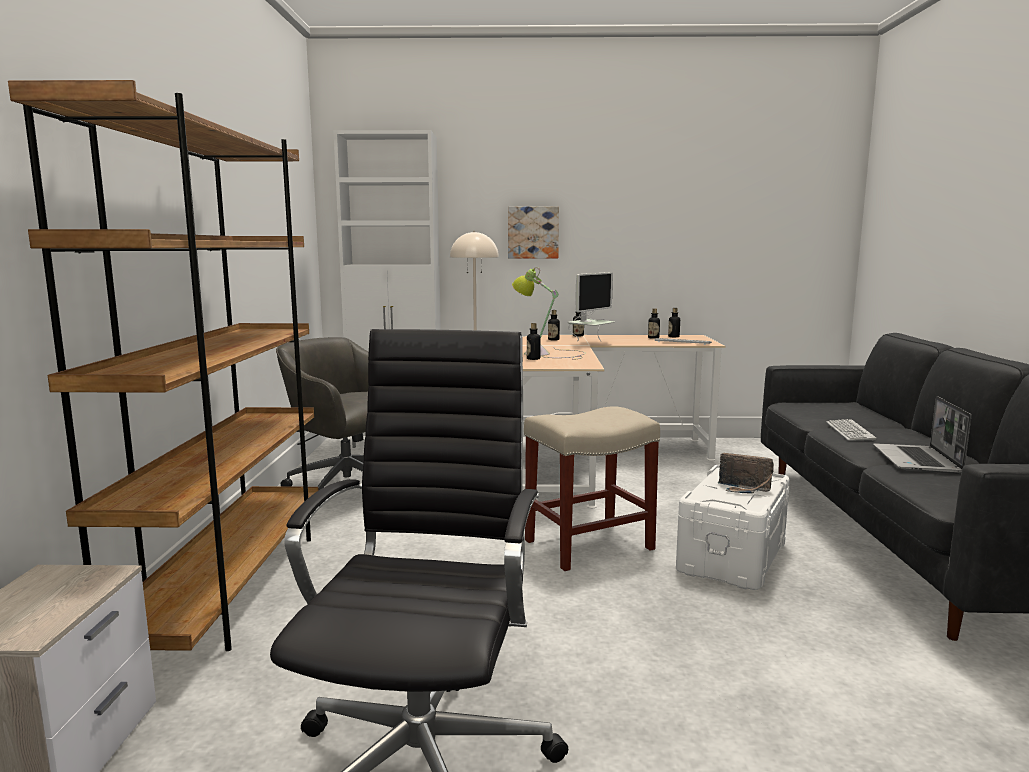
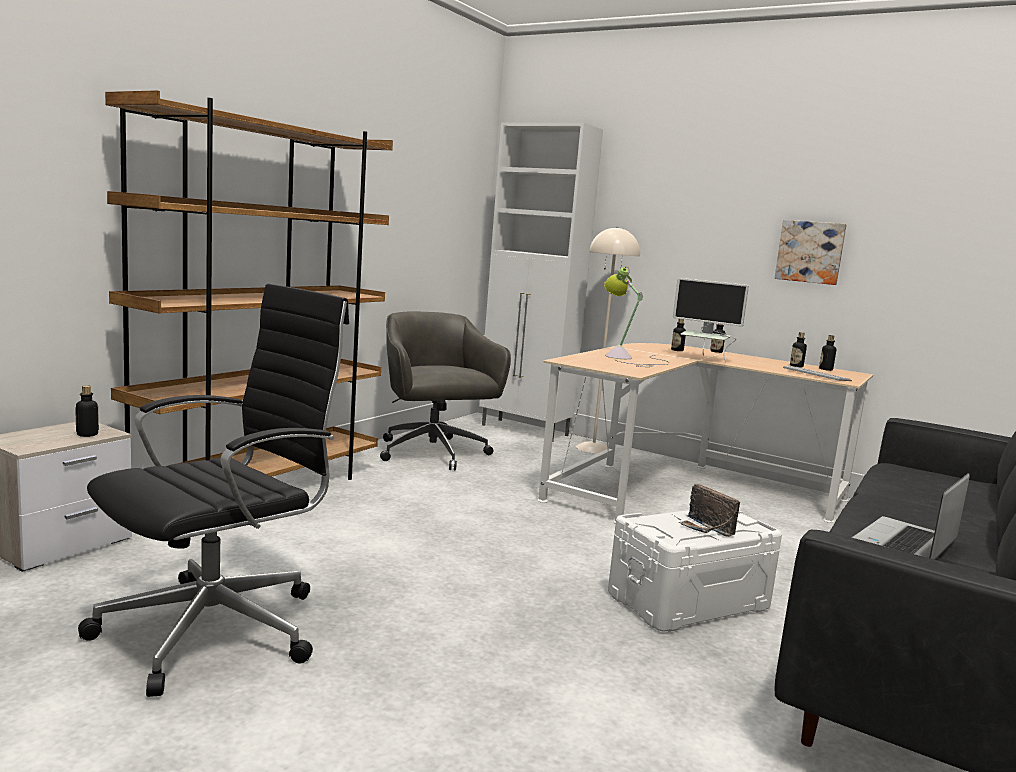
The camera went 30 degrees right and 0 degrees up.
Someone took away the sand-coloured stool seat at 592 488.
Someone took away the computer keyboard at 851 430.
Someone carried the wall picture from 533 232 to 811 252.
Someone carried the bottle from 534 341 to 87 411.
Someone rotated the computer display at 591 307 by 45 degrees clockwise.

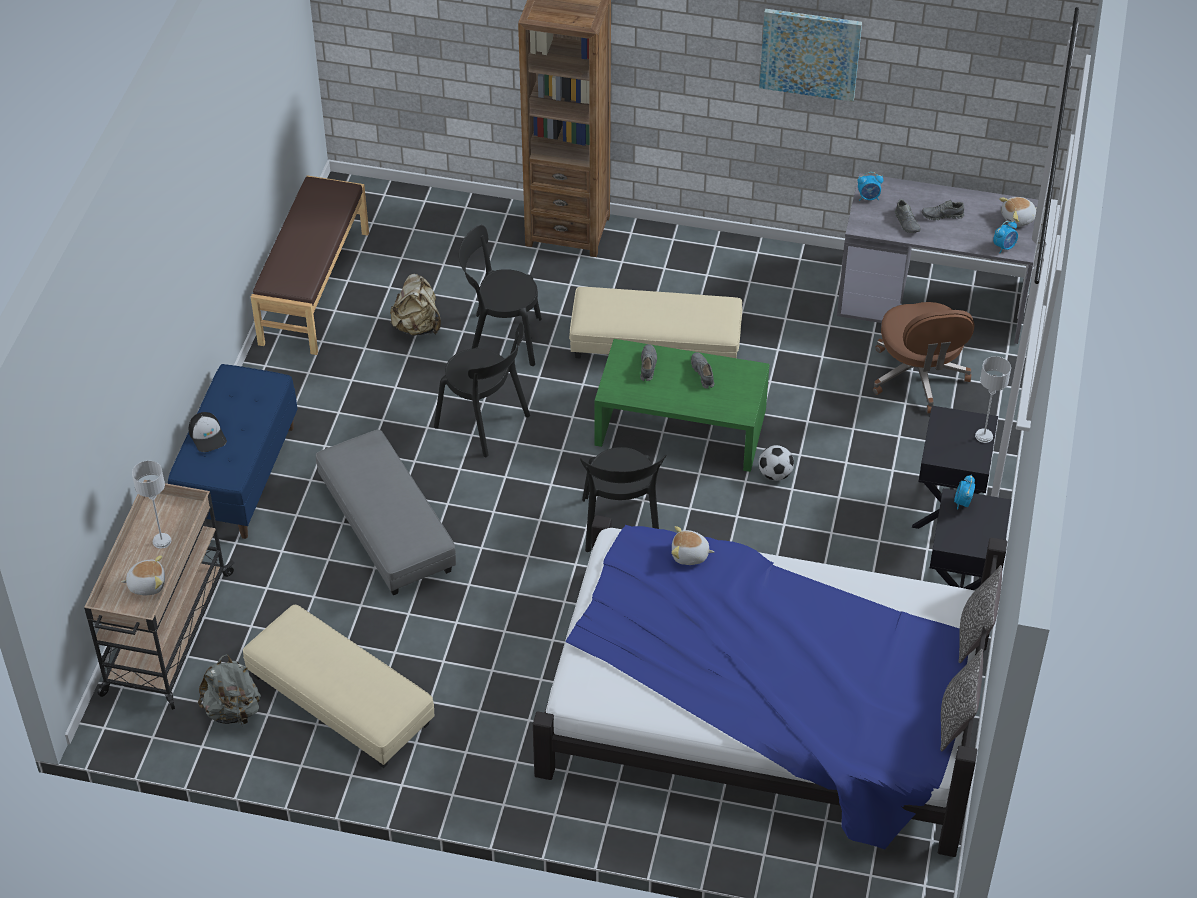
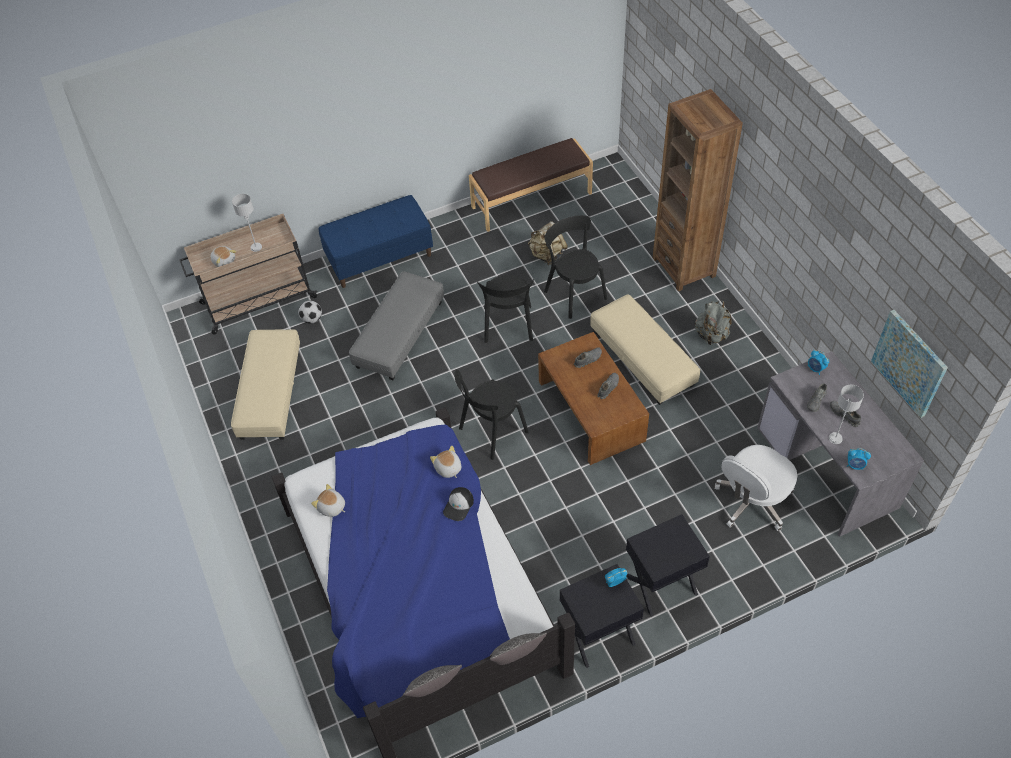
The camera went 55 degrees right and 5 degrees up.
Someone carried the baseball cap from 208 432 to 458 504.
Someone carried the gray knapsack from 229 689 to 713 322.
Someone carried the wall picture from 810 55 to 909 364.
Someone carried the football from 776 463 to 310 312.
Someone carried the gray tabletop lamp from 993 399 to 846 414.
Someone carried the cuddly toy from 1018 212 to 328 500.
Someone repainted the greenish coffee table at 682 405, which became the brown-coloured coffee table at 593 398.
Someone repainted the brown-coloured computer chair at 924 357, which became the whitish computer chair at 755 488.

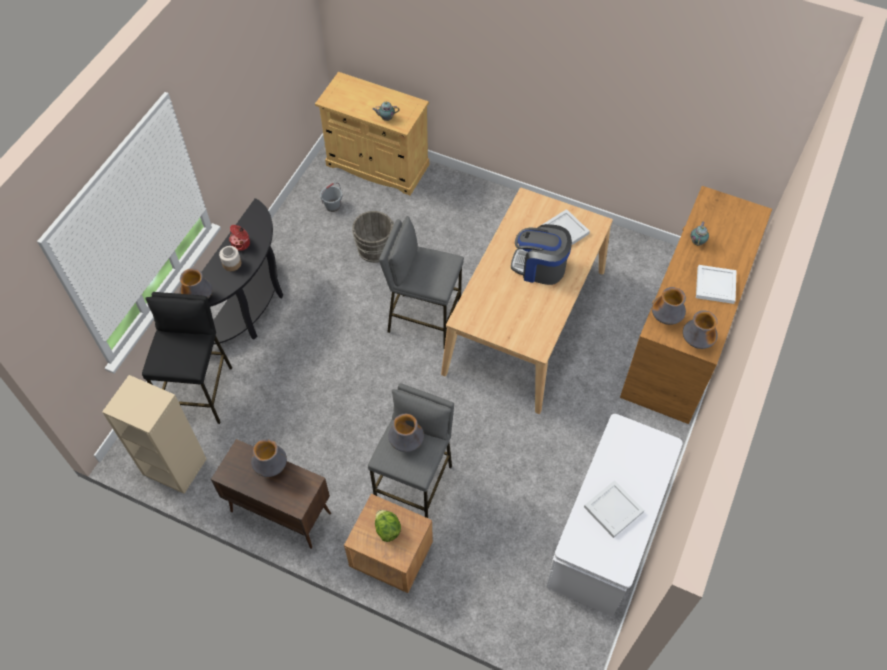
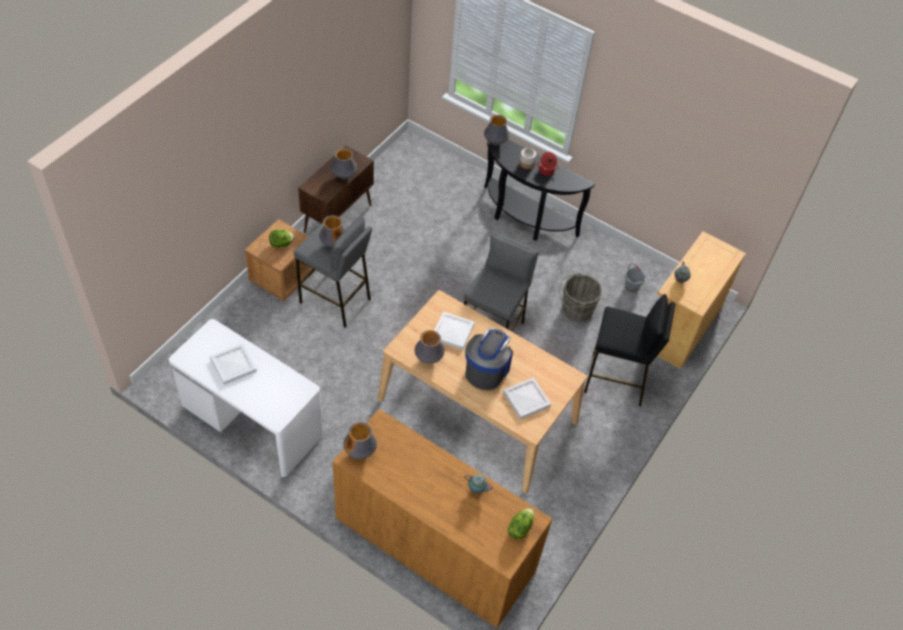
The camera went 95 degrees right and 5 degrees down.
Someone took away the sand-coloured shelving unit at 154 434.
Someone put down the lettuce head at 521 523.
Someone carried the blackish stool seat from 187 358 to 630 350.
Someone carried the decorative vase from 669 306 to 430 347.
Someone carried the whitish carrying tray from 716 284 to 454 330.

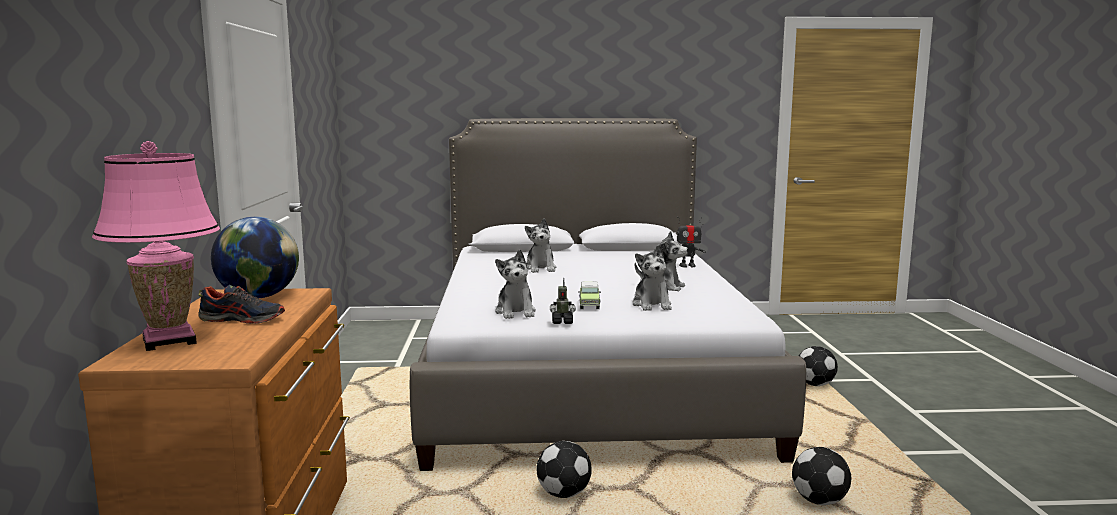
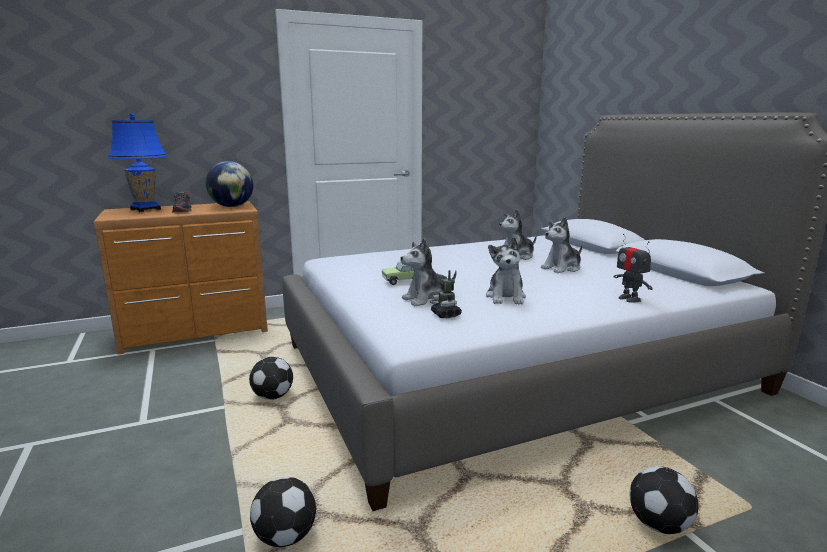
The camera went 70 degrees right and 5 degrees up.
Someone carried the cuddly toy from 515 284 to 562 245.
Someone carried the robot figure from 563 301 to 446 294.
Someone repainted the pinkish tabletop lamp at 156 246, which became the blue-coloured tabletop lamp at 137 162.

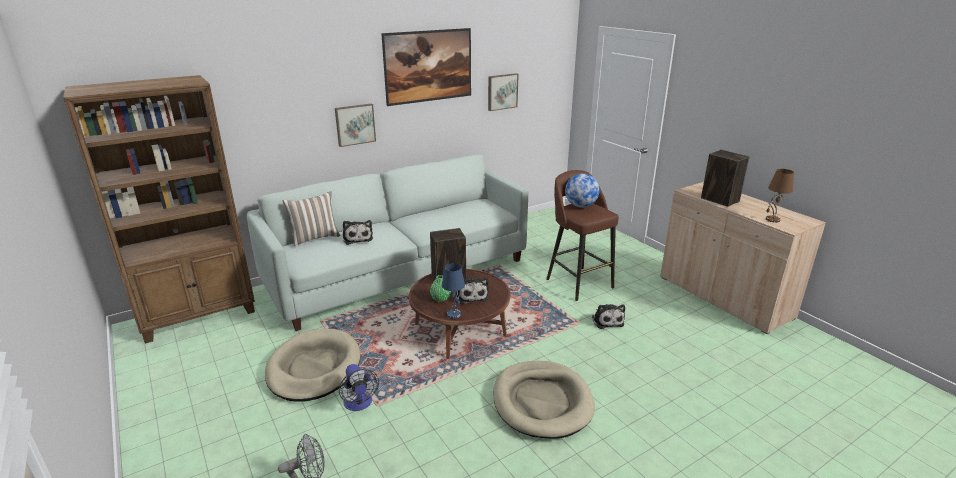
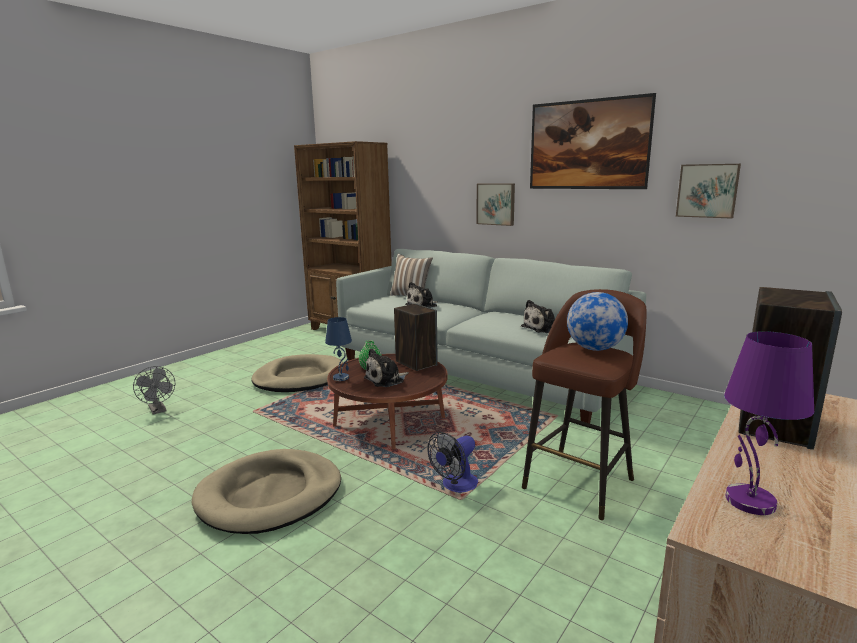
The camera went 70 degrees right and 10 degrees down.
Someone carried the electric fan from 359 387 to 452 462.
Someone carried the cuddly toy from 608 316 to 538 316.
Someone repainted the brown-coloured tabletop lamp at 780 196, which became the purplish tabletop lamp at 769 423.

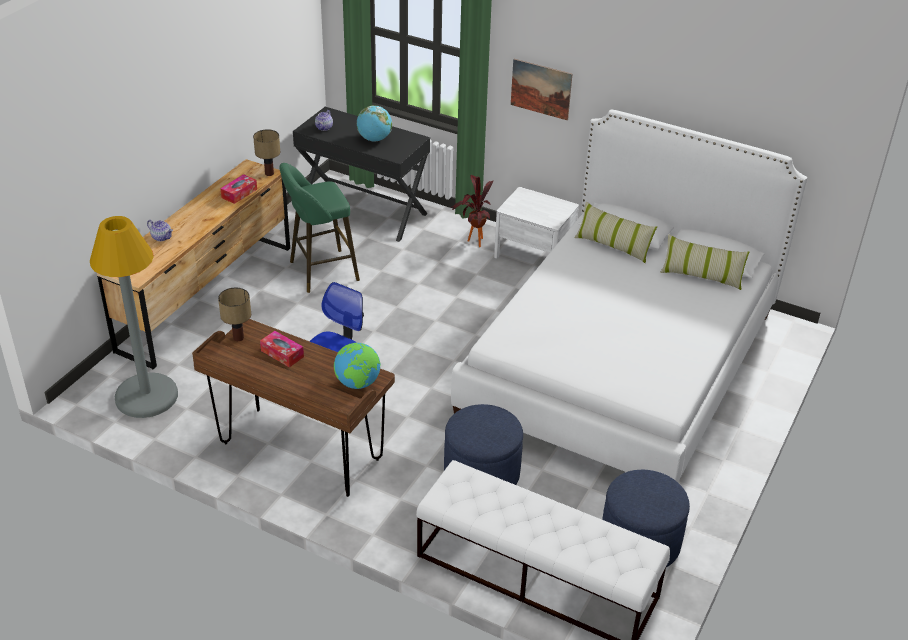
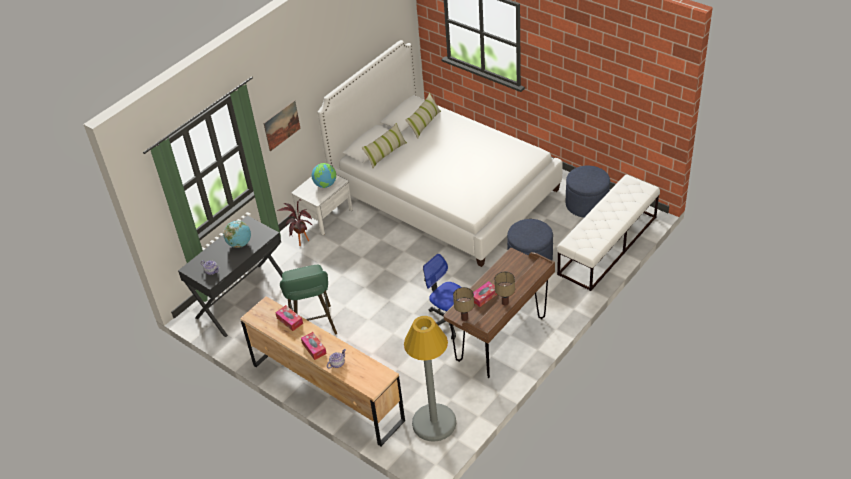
The camera went 75 degrees left and 5 degrees up.
Someone put down the box of tissues at 314 346.
Someone carried the tabletop lamp from 266 152 to 504 288.
Someone carried the globe from 357 366 to 323 175.

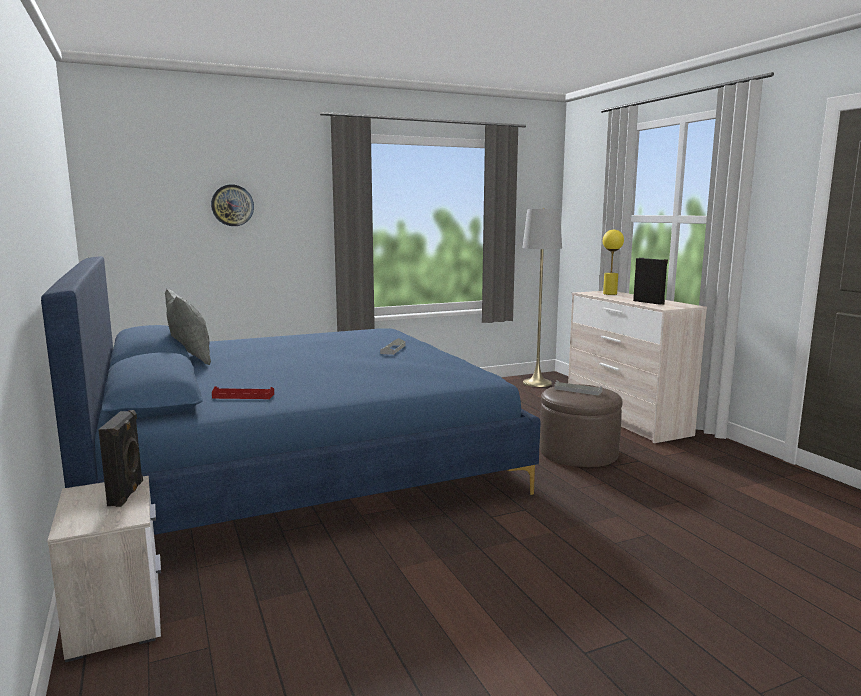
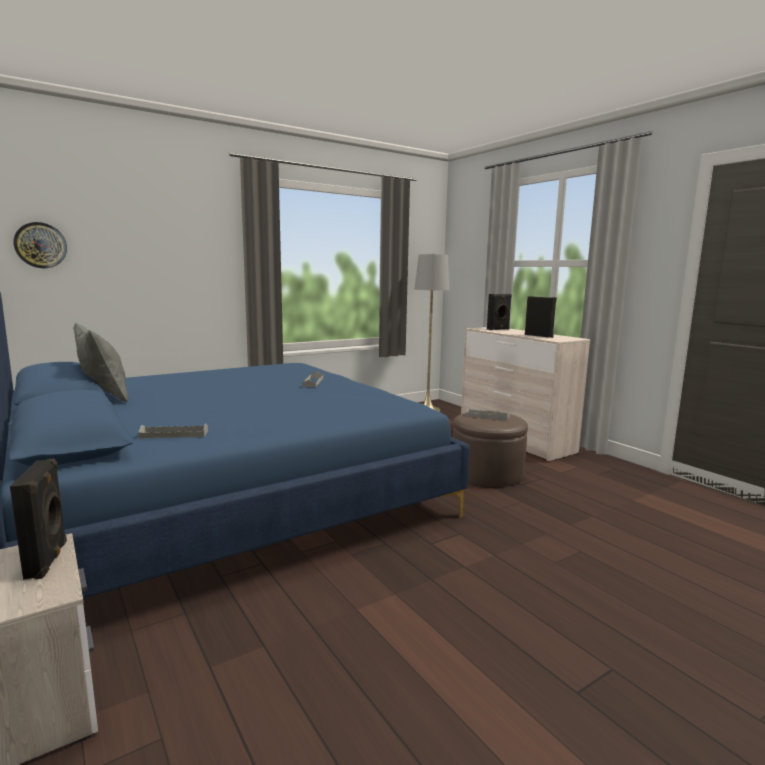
The camera went 10 degrees left and 0 degrees up.
Someone carried the hanging clock from 232 205 to 40 245.
Someone swapped the yellow-coloured tabletop lamp at 613 262 for the blackish loudspeaker at 499 312.
Someone repainted the red-coloured carrying tray at 243 392, which became the gray carrying tray at 173 431.

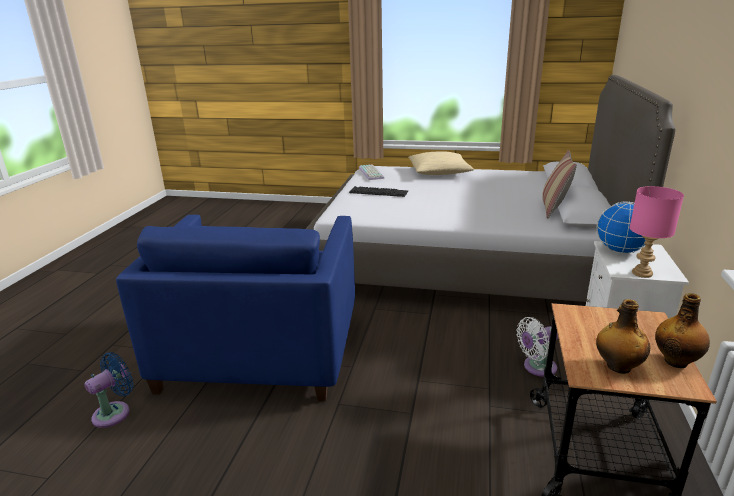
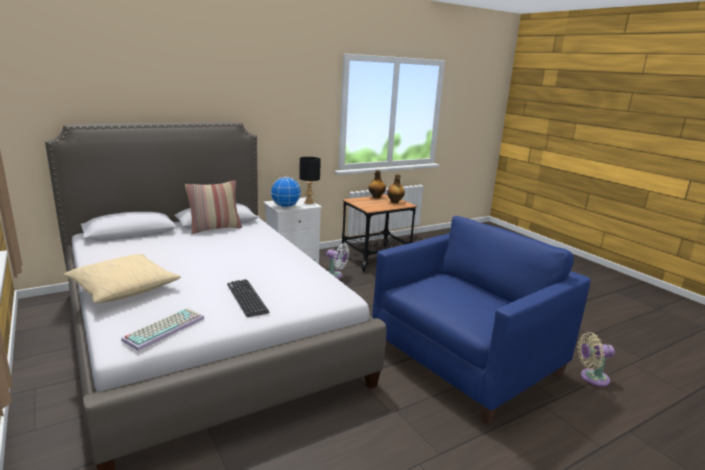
The camera went 135 degrees left and 5 degrees down.
Someone repainted the blue-coloured electric fan at 109 390, which became the sand-coloured electric fan at 596 359.
Someone repainted the pinkish tabletop lamp at 656 232, which became the blackish tabletop lamp at 310 180.

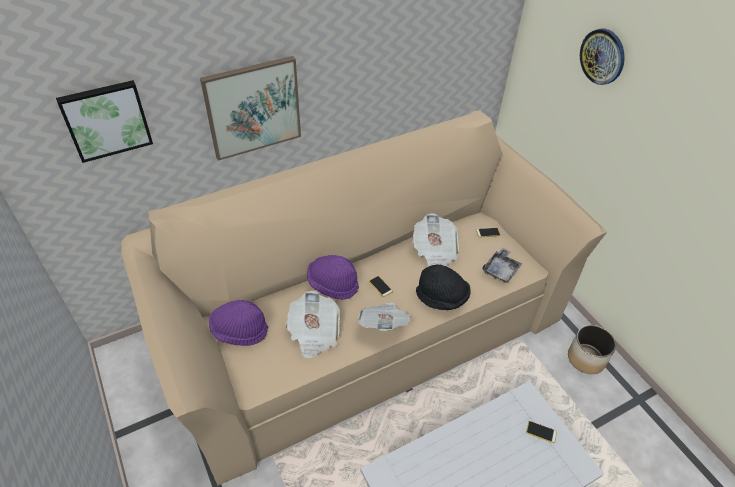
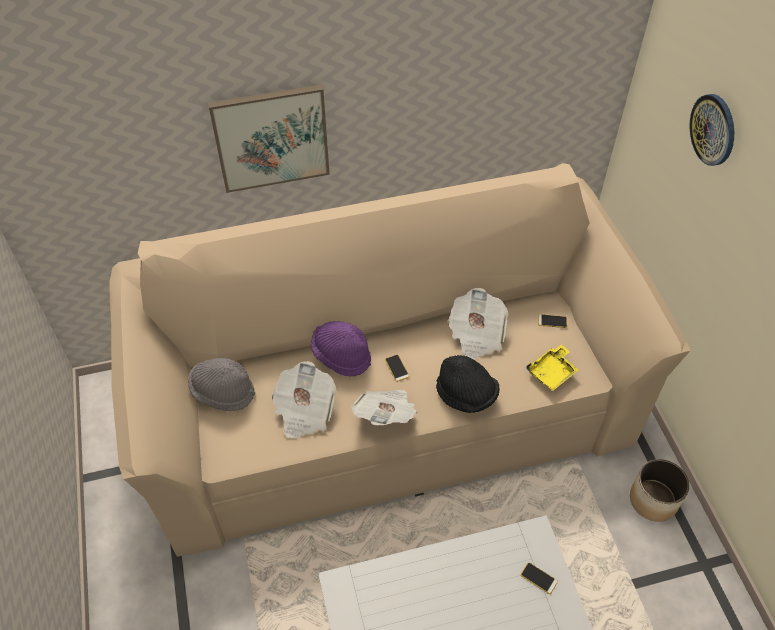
The camera went 15 degrees right and 5 degrees up.
Someone took away the wall picture at 104 121.
Someone repainted the purplish clothing hat at 238 323, which became the gray clothing hat at 221 384.
Someone repainted the gray carrying tray at 502 265, which became the yellow-coloured carrying tray at 552 368.

